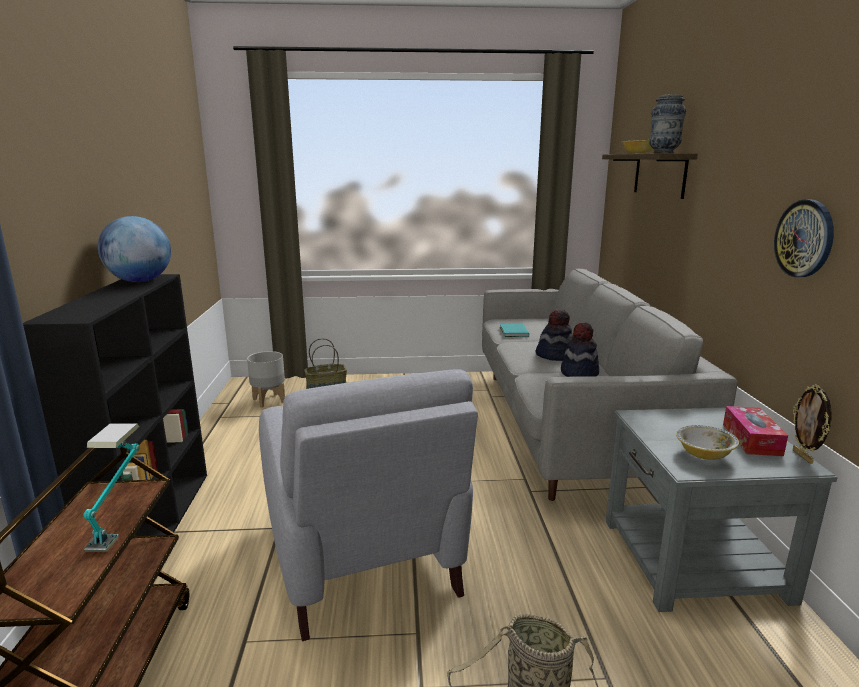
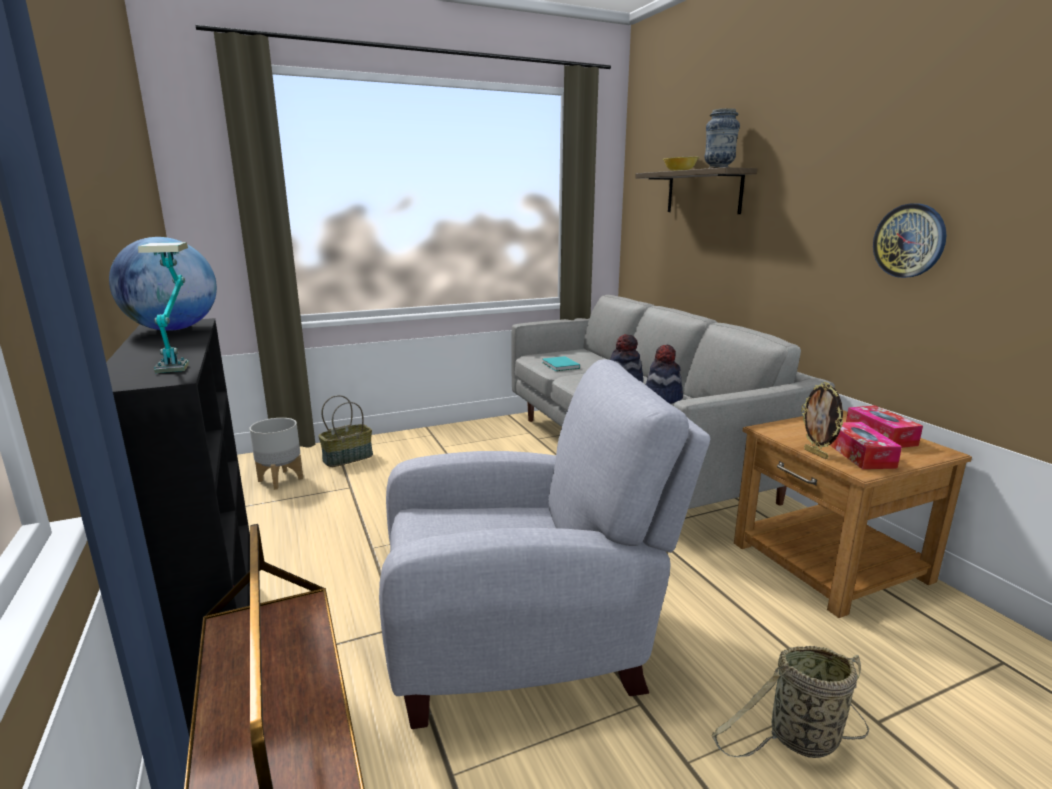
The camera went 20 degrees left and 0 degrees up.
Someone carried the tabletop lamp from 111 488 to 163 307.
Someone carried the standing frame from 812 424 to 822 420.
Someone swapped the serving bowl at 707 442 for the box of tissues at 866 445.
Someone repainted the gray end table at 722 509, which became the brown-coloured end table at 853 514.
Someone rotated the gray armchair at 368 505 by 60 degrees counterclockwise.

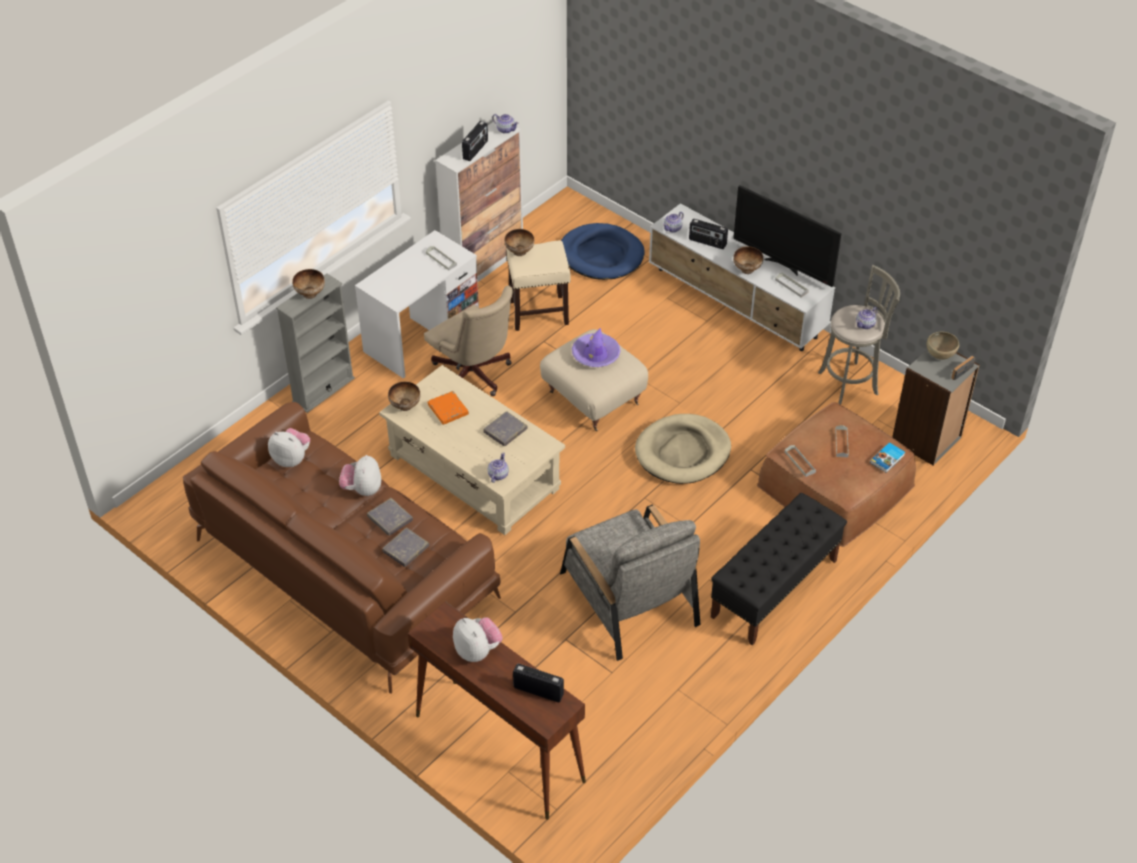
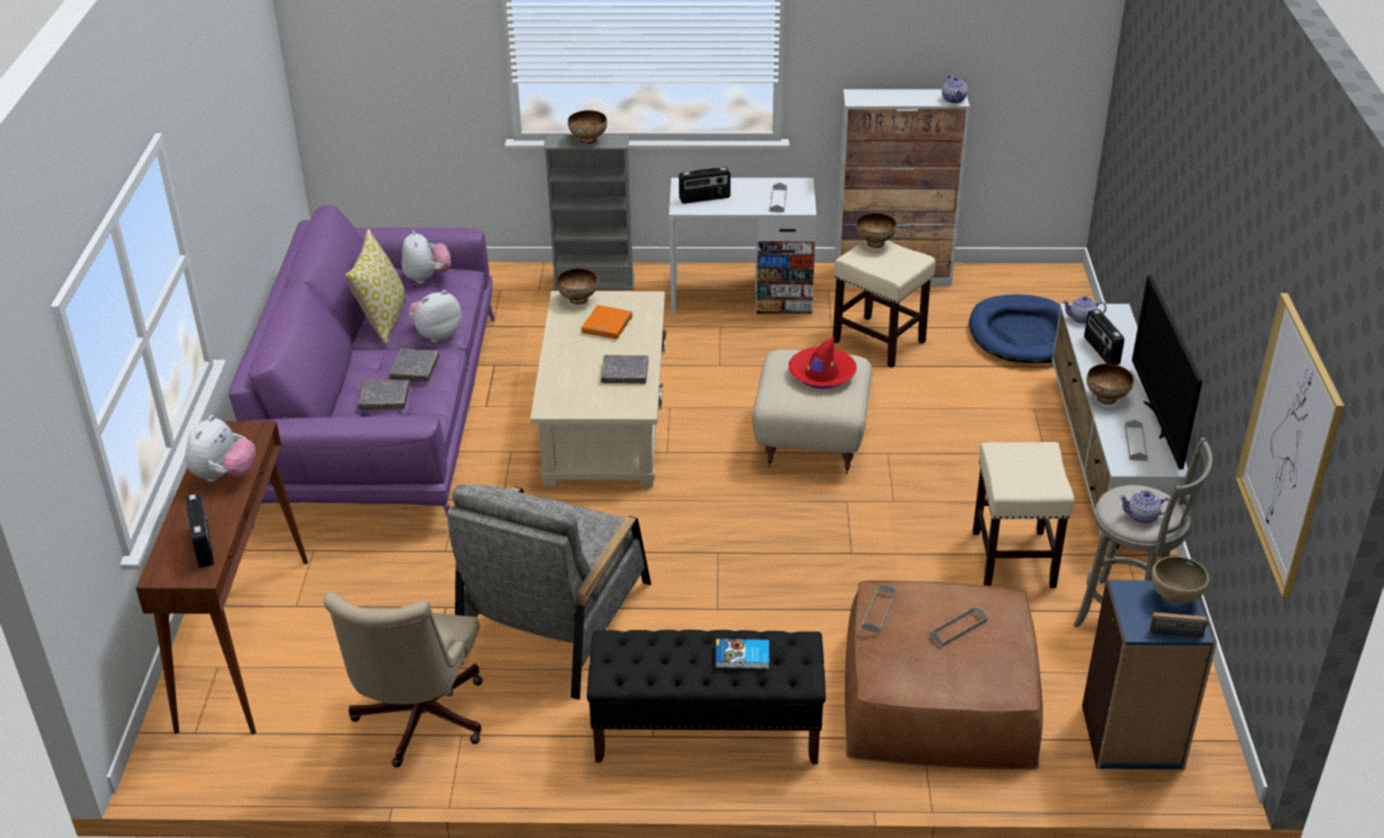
The camera went 50 degrees right and 10 degrees down.
Someone took away the teapot at 498 467.
Someone took away the sand-coloured pet bed at 683 449.
Someone put down the pillow at 376 287.
Someone put down the sand-coloured stool seat at 1023 515.
Someone put up the wall picture at 1289 446.
Someone carried the sand-coloured computer chair from 468 341 to 403 680.
Someone carried the radio set from 475 141 to 705 185.
Someone carried the volume from 887 457 to 742 654.
Someone repainted the brown-coloured sofa at 342 547, which became the purplish sofa at 362 366.
Someone repainted the purplish clothing hat at 596 347, which became the red-coloured clothing hat at 823 363.
Someone repainted the gray shelving unit at 935 407, which became the blue-coloured shelving unit at 1149 675.

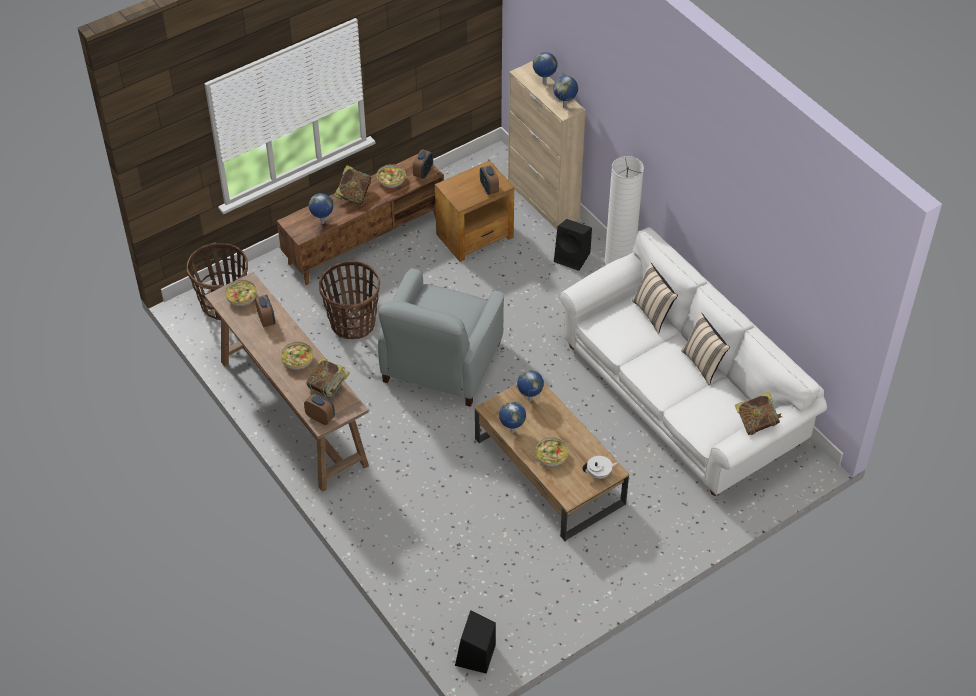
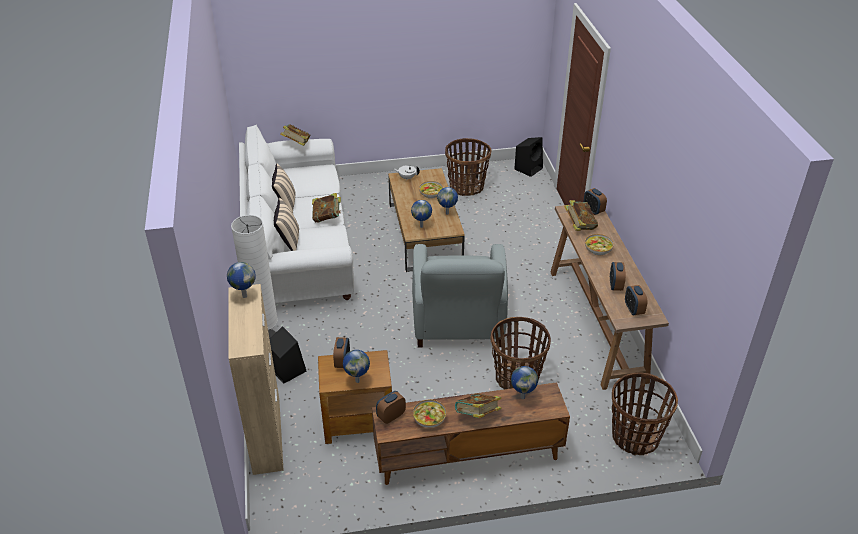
The camera went 155 degrees left and 10 degrees down.
Someone put down the volume at 326 208.
Someone put down the basket at 468 167.
Someone carried the globe from 545 68 to 356 366.
Someone swapped the serving bowl at 241 293 for the alarm clock at 636 300.
Someone rotated the gray armchair at 441 337 by 135 degrees clockwise.

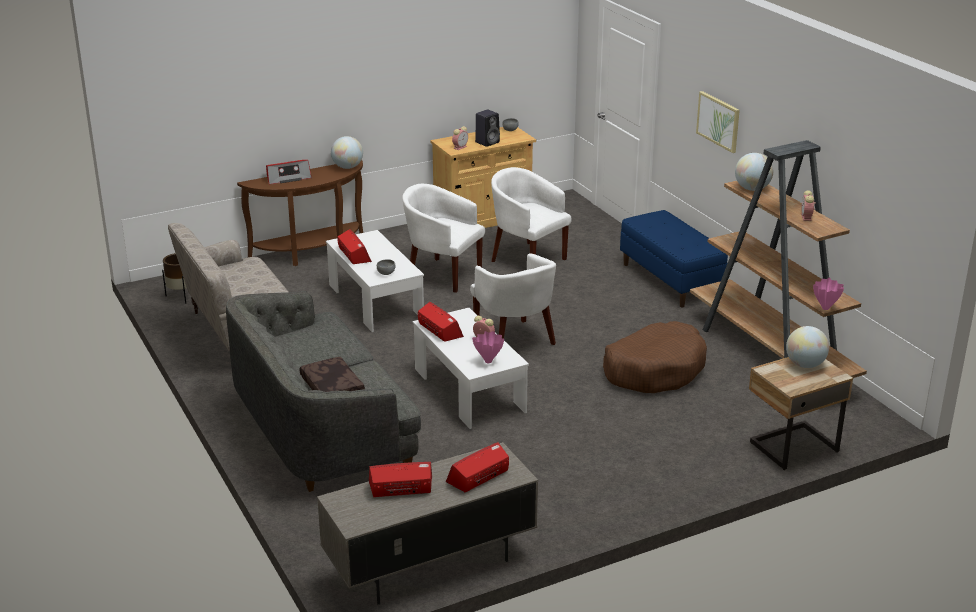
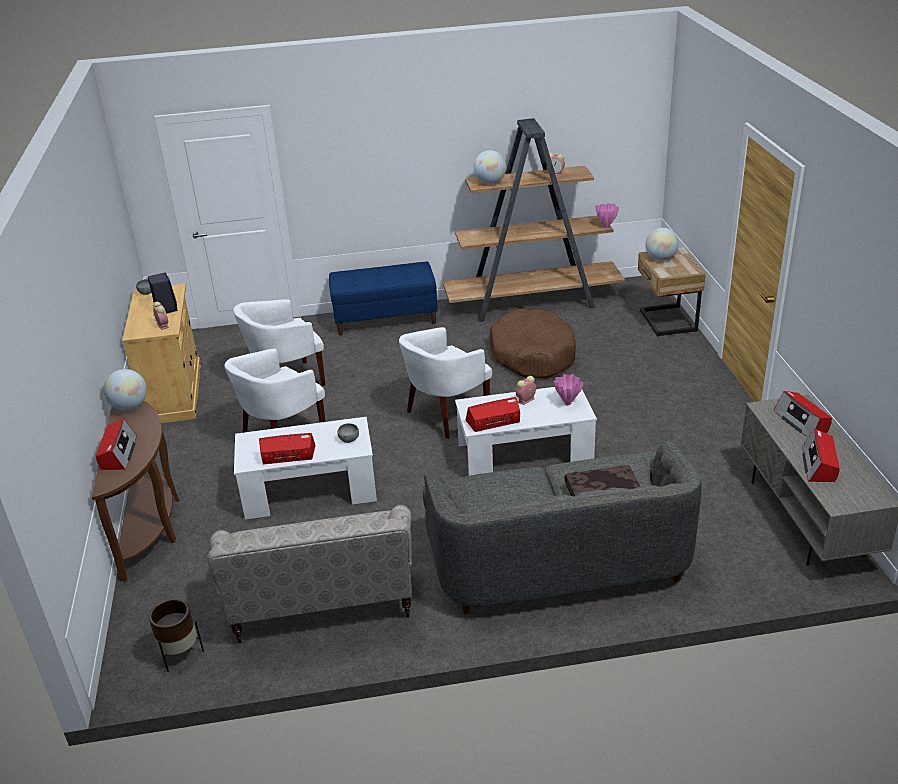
The camera went 70 degrees left and 5 degrees up.
Someone took away the wall picture at 718 122.
Someone rotated the whitish armchair at 513 299 by 150 degrees clockwise.

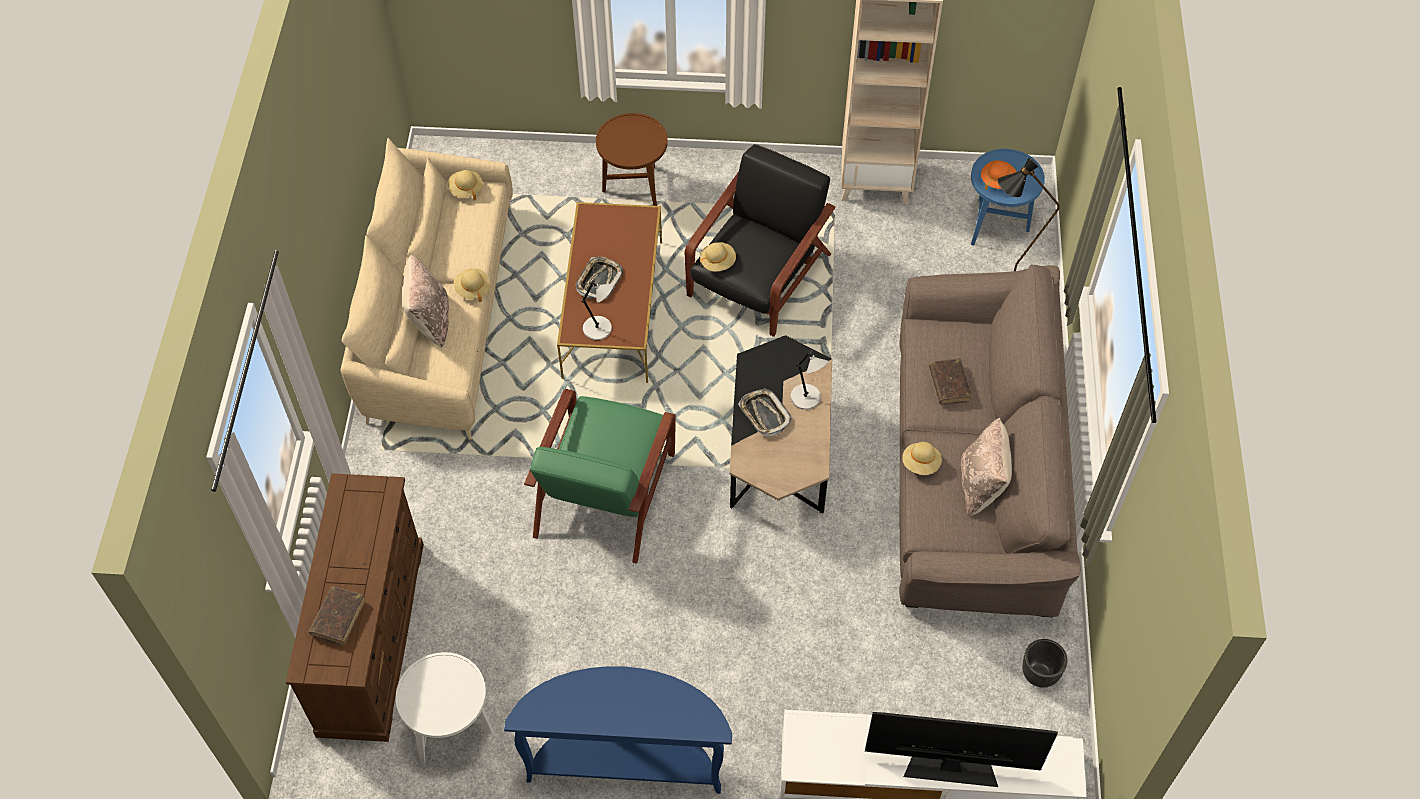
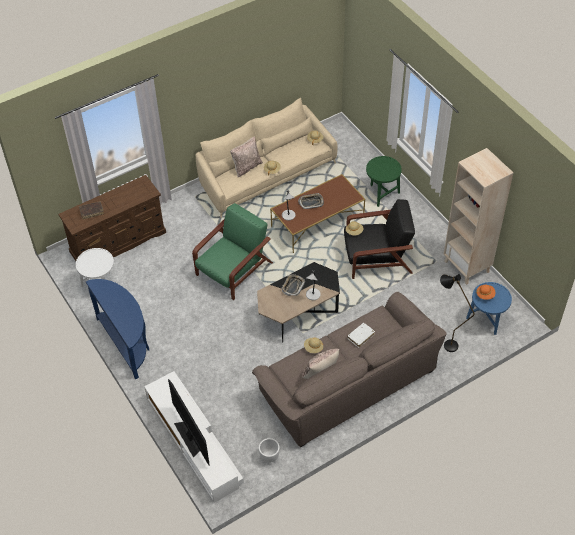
The camera went 55 degrees right and 5 degrees down.
Someone repainted the brown-coloured end table at 632 159, which became the greenish end table at 384 181.
Someone repainted the brown-coloured volume at 950 381, which became the whitish volume at 361 335.
Someone repainted the blackish planter at 1044 663, which became the whitish planter at 269 450.
Someone rotated the greenish armchair at 600 476 by 150 degrees clockwise.

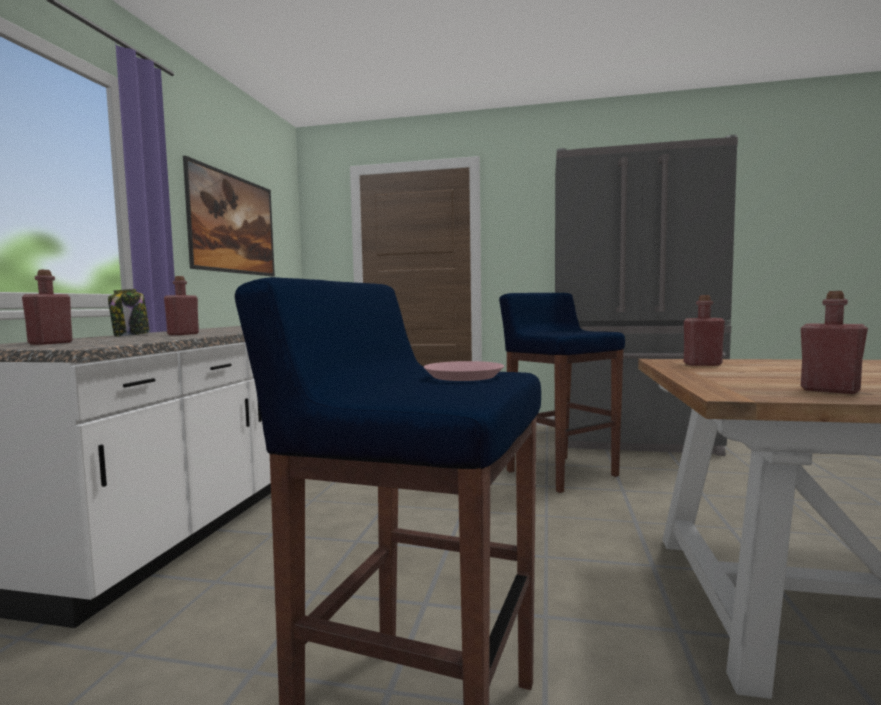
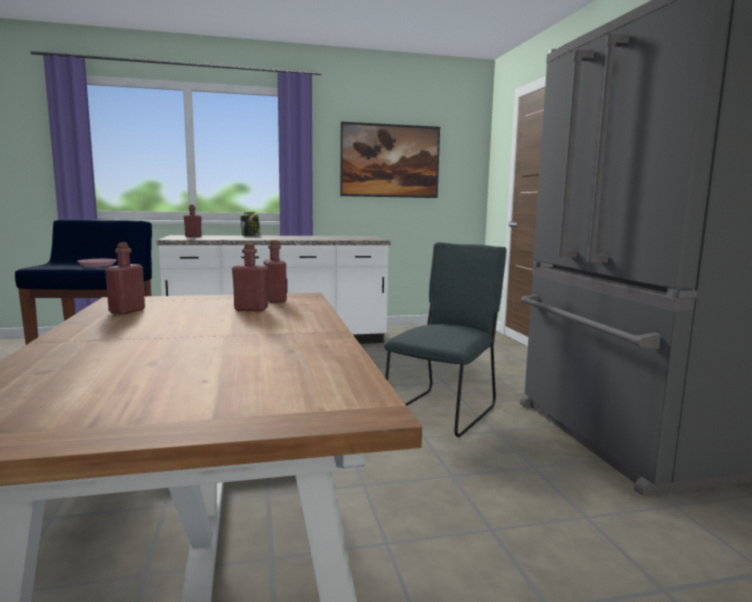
The camera went 65 degrees right and 5 degrees up.
Someone carried the red-coloured bottle from 181 305 to 250 277.
Someone swapped the blue-coloured stool seat at 562 393 for the gray chair at 445 339.

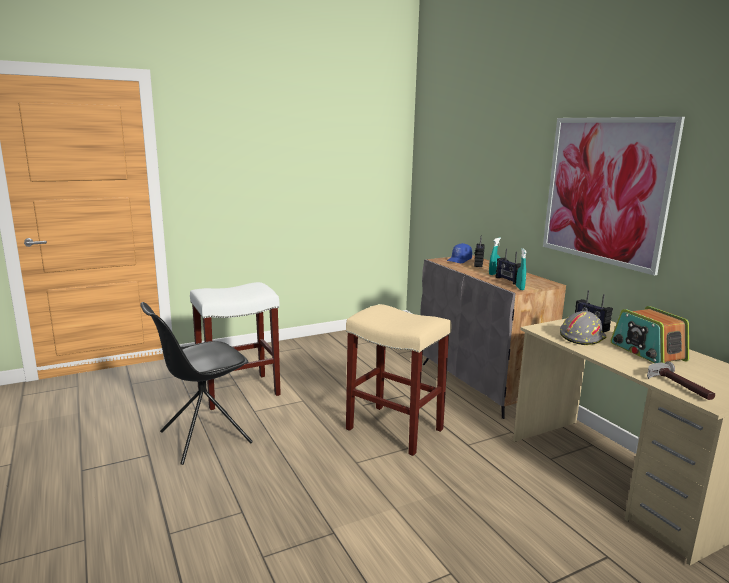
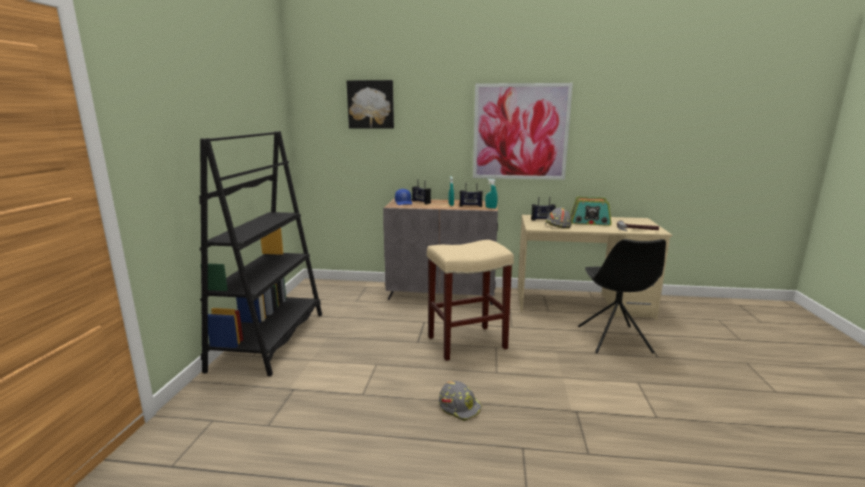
The camera went 55 degrees left and 0 degrees up.
Someone took away the whitish stool seat at 235 346.
Someone put down the blackish shelving unit at 260 253.
Someone put up the wall picture at 370 104.
Someone put down the gray work helmet at 460 401.
Someone carried the blackish chair from 196 383 to 622 296.

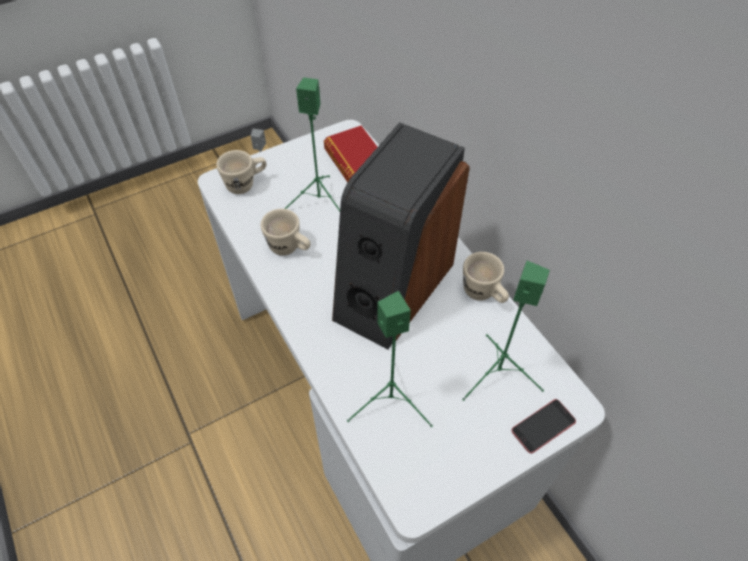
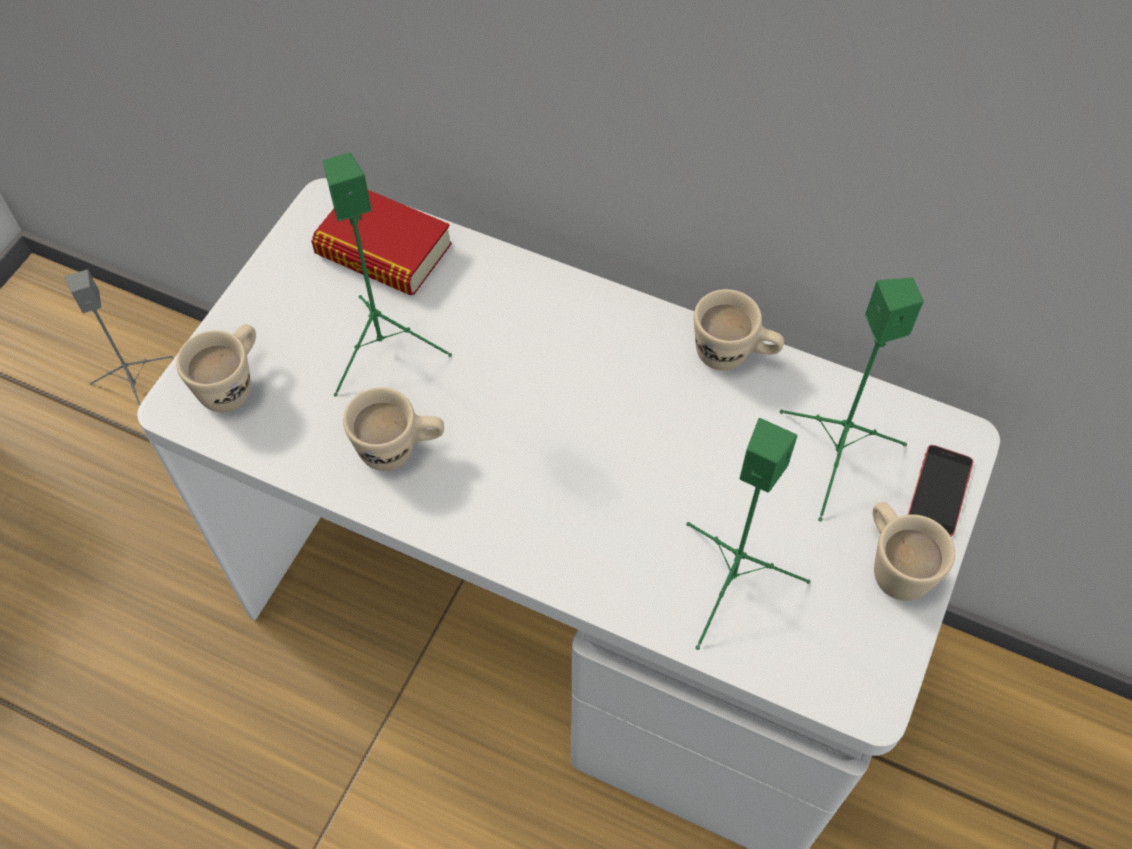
The camera went 35 degrees left and 5 degrees up.
Someone took away the loudspeaker at 401 235.
Someone put down the sand-coloured coffee mug at 914 551.

